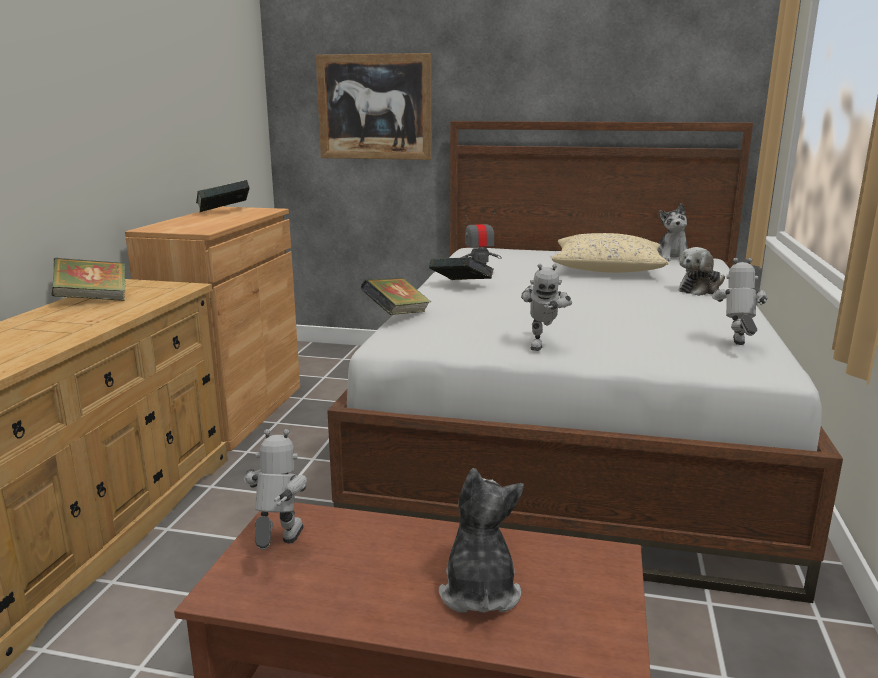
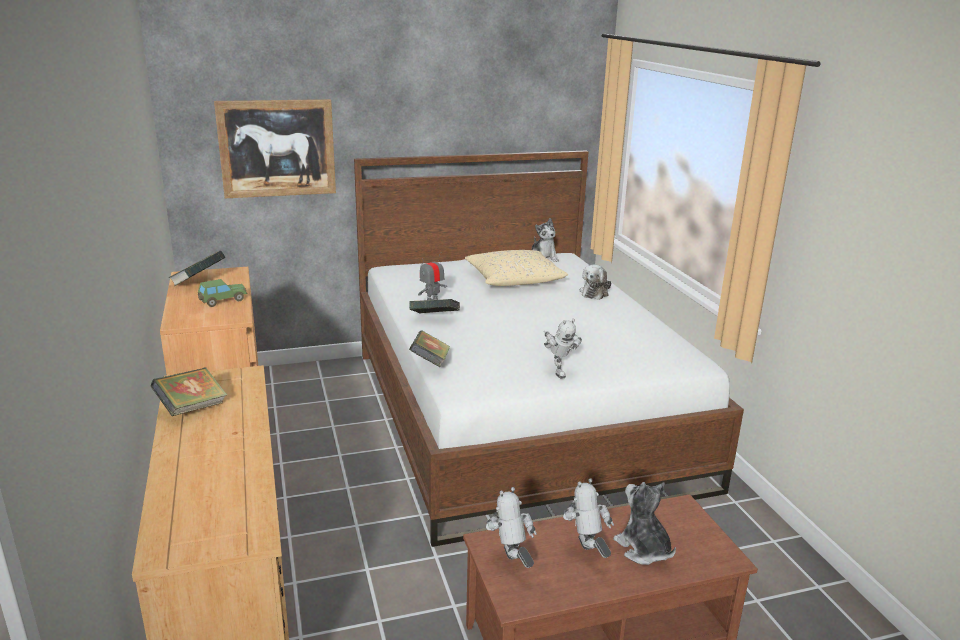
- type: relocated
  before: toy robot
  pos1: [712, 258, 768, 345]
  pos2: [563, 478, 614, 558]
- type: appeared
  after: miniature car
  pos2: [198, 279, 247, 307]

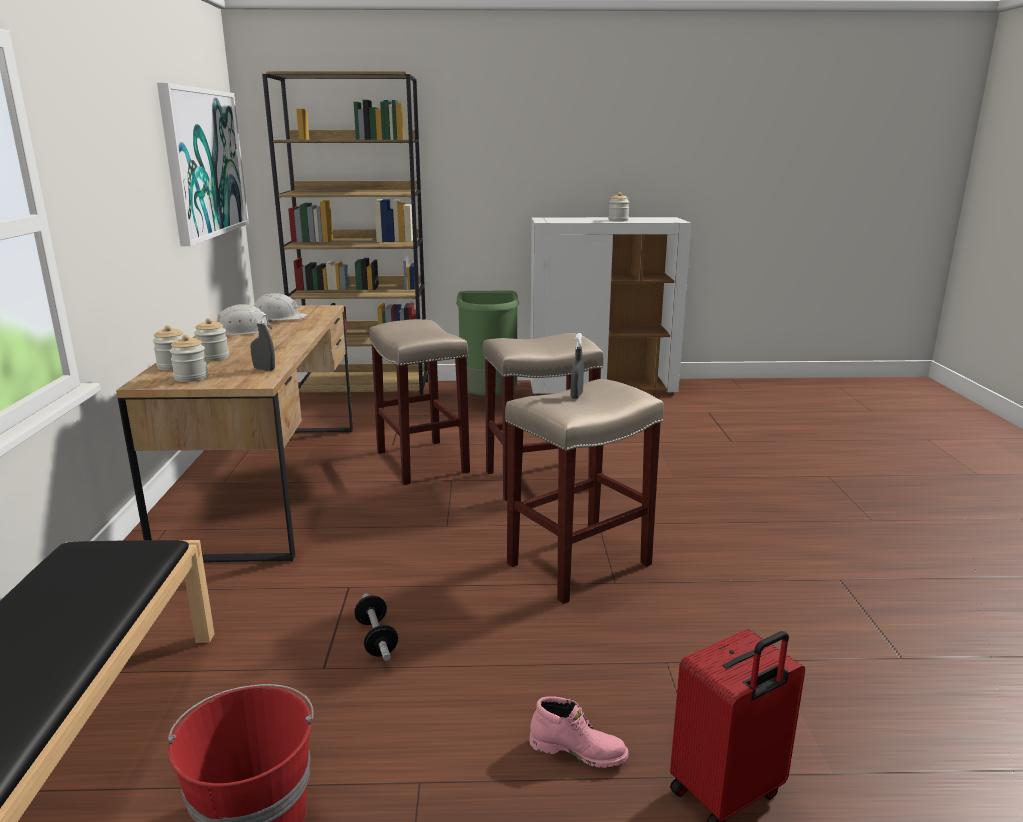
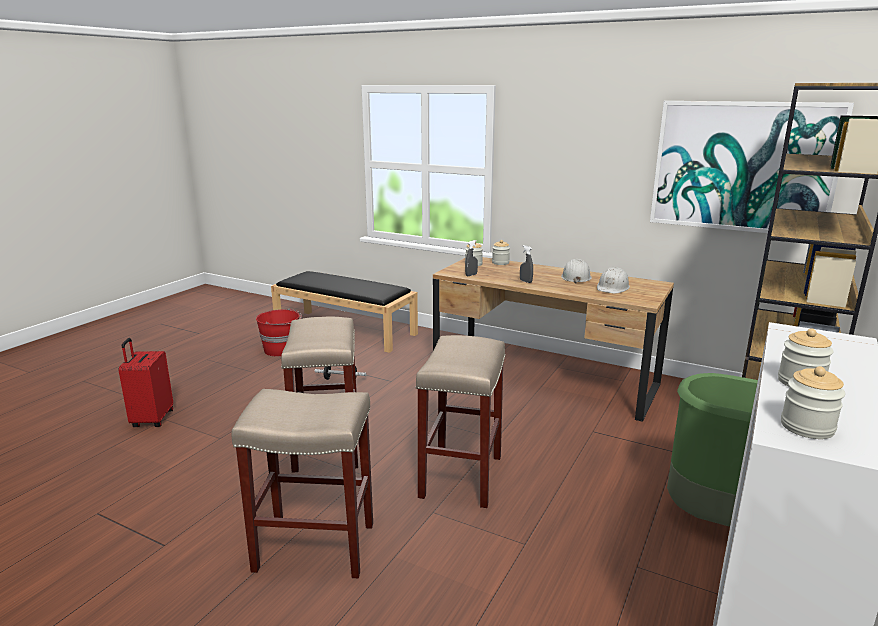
- type: relocated
  before: storage jar
  pos1: [194, 318, 229, 362]
  pos2: [781, 366, 846, 439]
- type: relocated
  before: beige-coloured stool seat
  pos1: [369, 319, 470, 485]
  pos2: [231, 389, 373, 578]
- type: relocated
  before: greyish spray bottle
  pos1: [571, 333, 584, 399]
  pos2: [520, 245, 533, 283]
- type: missing
  before: pink boot
  pos1: [529, 696, 629, 768]

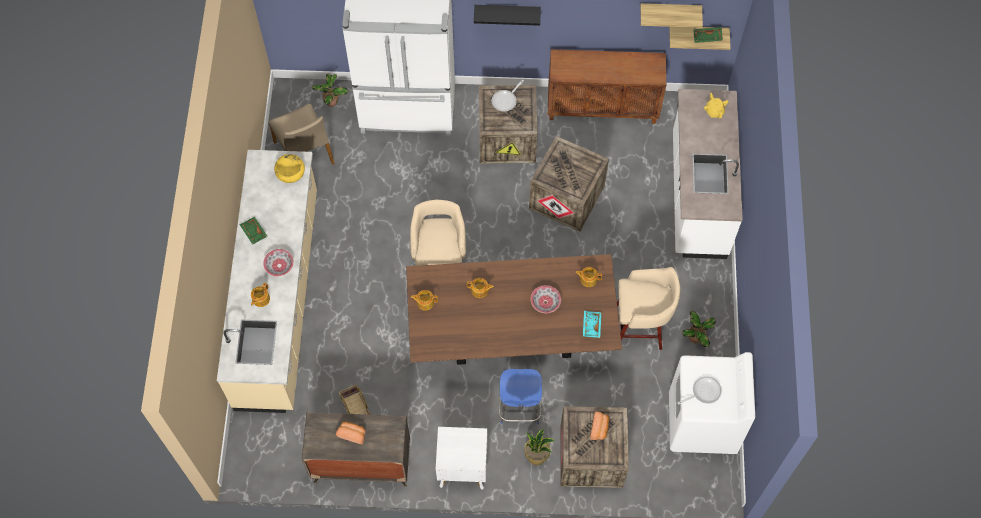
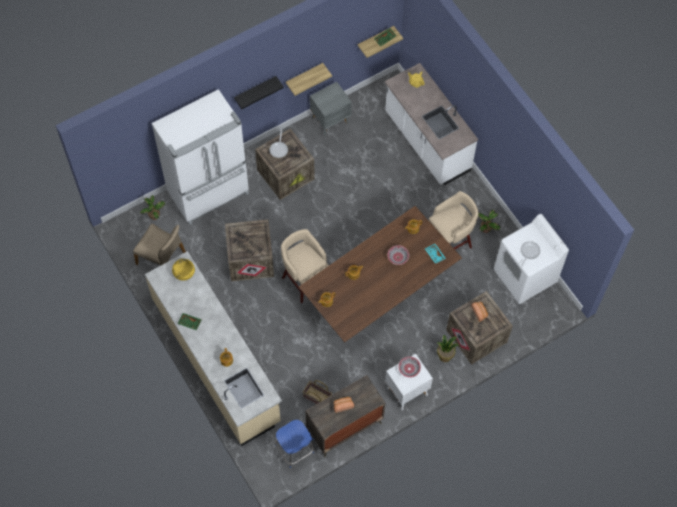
- type: relocated
  before: wall shelf
  pos1: [641, 3, 703, 28]
  pos2: [286, 63, 332, 96]
- type: exchanged
  before: brown-coloured cabinet
  after: greyish nightstand
  pos1: [548, 49, 666, 124]
  pos2: [310, 82, 352, 136]
- type: relocated
  before: crate
  pos1: [529, 136, 609, 232]
  pos2: [225, 219, 274, 281]
- type: relocated
  before: serving bowl
  pos1: [263, 249, 294, 276]
  pos2: [398, 356, 421, 378]
- type: relocated
  before: bluish stool seat
  pos1: [499, 369, 542, 424]
  pos2: [275, 420, 314, 468]

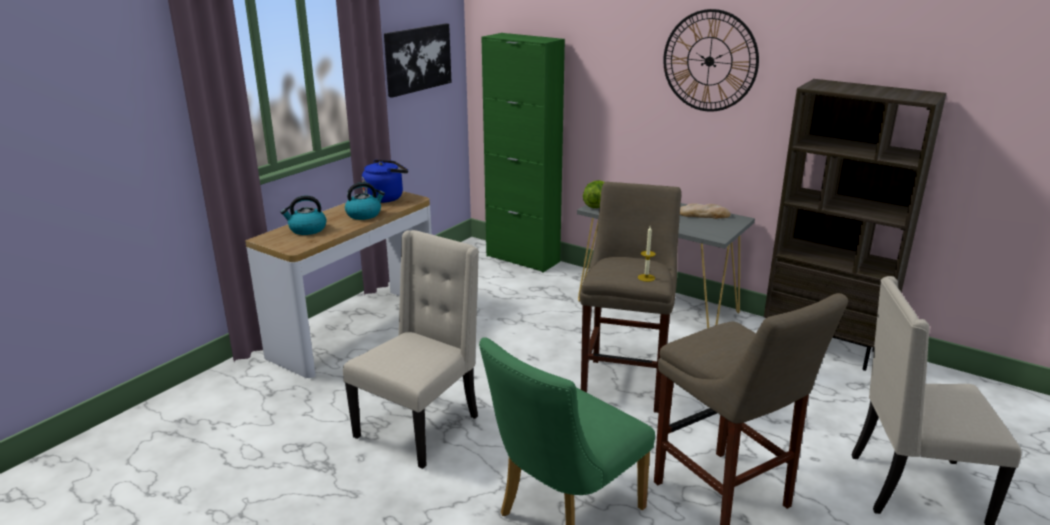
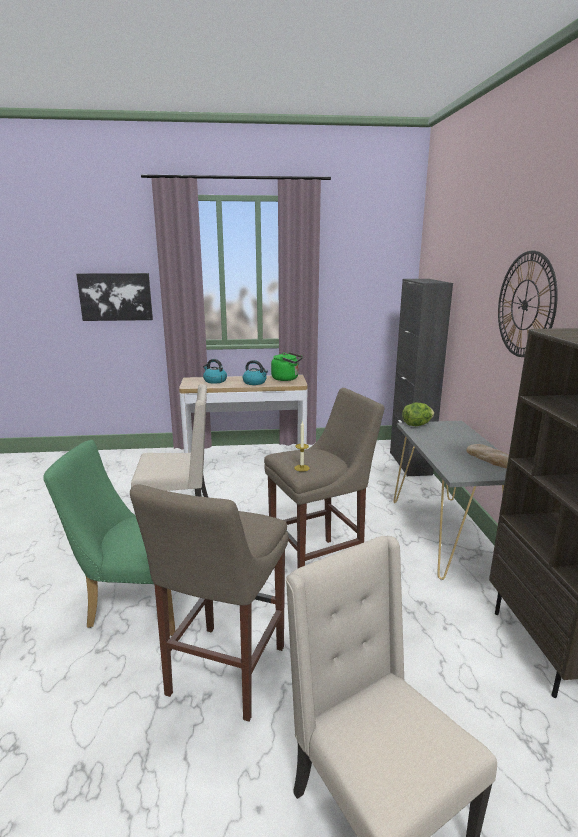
- type: relocated
  before: picture
  pos1: [384, 24, 452, 98]
  pos2: [76, 273, 153, 321]
- type: colour
  before: green cabinet
  after: black cabinet
  pos1: [481, 33, 565, 273]
  pos2: [390, 279, 453, 476]
- type: colour
  before: bluish kettle
  after: green kettle
  pos1: [362, 159, 408, 203]
  pos2: [271, 352, 303, 381]

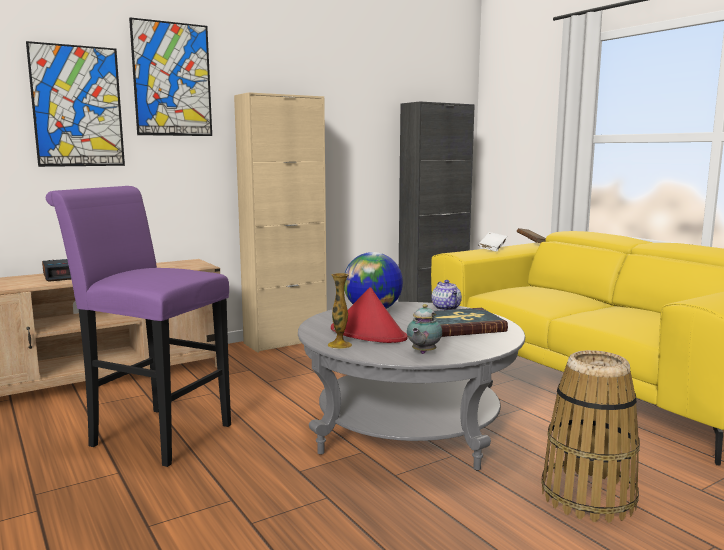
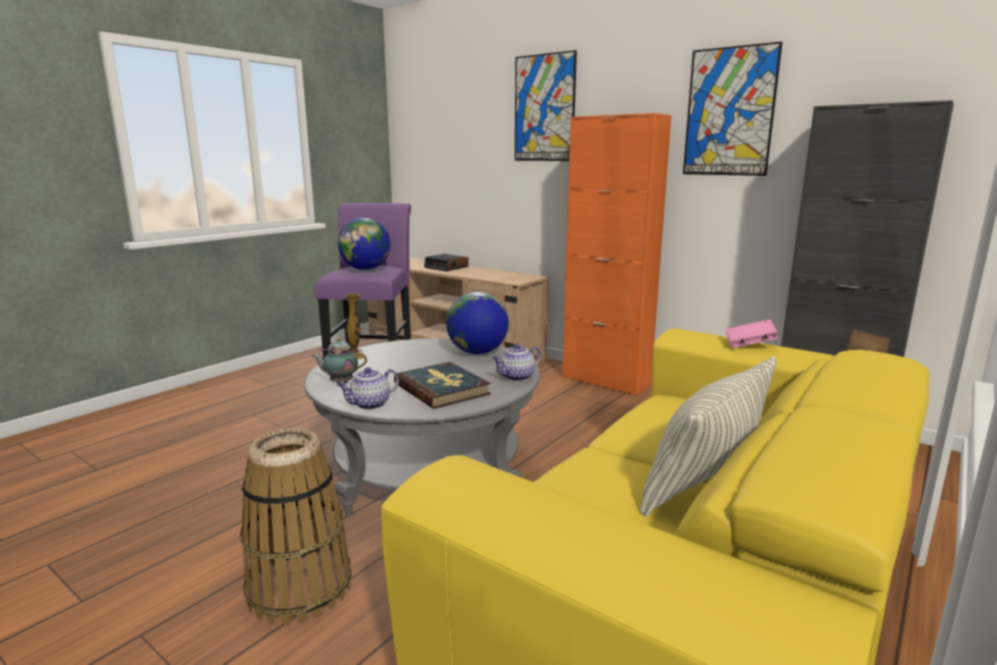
- type: relocated
  before: picture
  pos1: [26, 41, 125, 167]
  pos2: [683, 41, 783, 176]
- type: colour
  before: beige-coloured cabinet
  after: orangey cabinet
  pos1: [234, 92, 327, 353]
  pos2: [563, 113, 671, 396]
- type: colour
  before: white volume
  after: pink volume
  pos1: [478, 232, 507, 252]
  pos2: [725, 319, 778, 348]
- type: missing
  before: red-coloured wearable hat
  pos1: [331, 287, 408, 343]
- type: appeared
  after: globe
  pos2: [338, 218, 391, 270]
- type: appeared
  after: cushion
  pos2: [640, 356, 777, 517]
- type: appeared
  after: tea pot
  pos2: [337, 367, 399, 410]

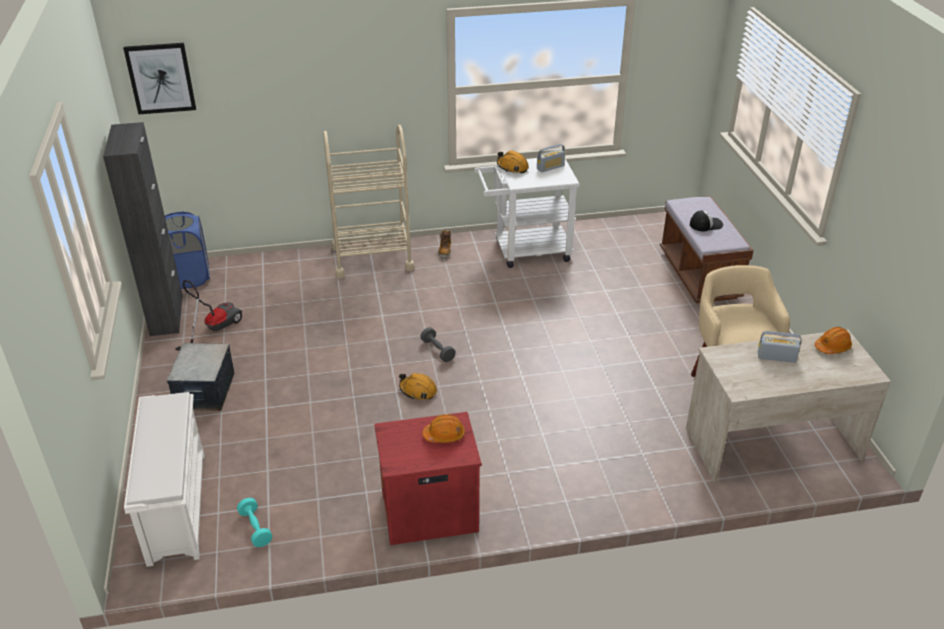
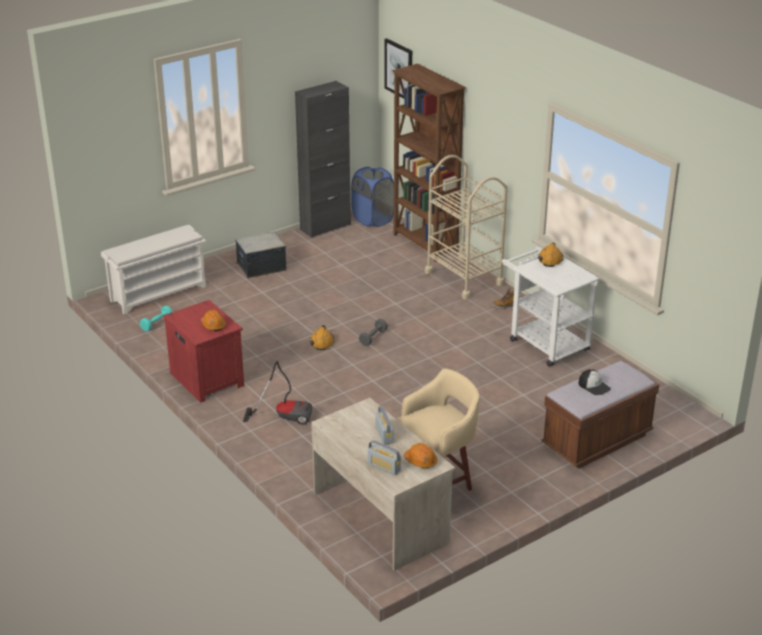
- type: relocated
  before: radio
  pos1: [537, 144, 565, 172]
  pos2: [368, 440, 401, 475]
- type: relocated
  before: hoover
  pos1: [175, 280, 242, 351]
  pos2: [243, 361, 312, 425]
- type: appeared
  after: brown-coloured bookcase
  pos2: [391, 64, 466, 262]

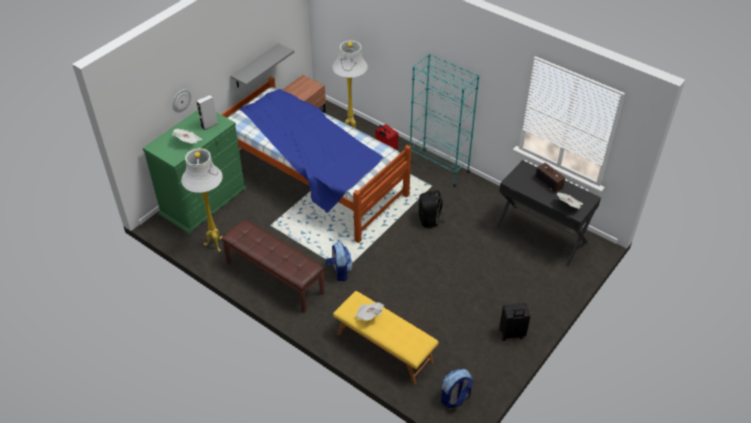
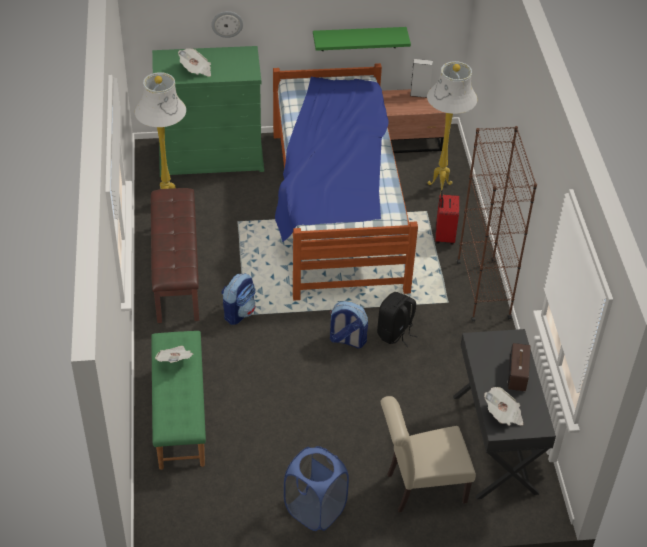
- type: colour
  before: greyish wall shelf
  after: green wall shelf
  pos1: [230, 43, 294, 88]
  pos2: [313, 27, 411, 51]
- type: colour
  before: turquoise-coloured bookcase
  after: brown-coloured bookcase
  pos1: [410, 53, 479, 187]
  pos2: [457, 126, 537, 322]
- type: relocated
  before: greyish speaker
  pos1: [196, 95, 218, 130]
  pos2: [410, 59, 433, 98]
- type: colour
  before: yellow-coloured bench
  after: green bench
  pos1: [333, 291, 438, 384]
  pos2: [151, 331, 206, 470]
- type: exchanged
  before: black travel case
  after: bluish washing basket
  pos1: [499, 303, 530, 341]
  pos2: [284, 446, 349, 531]
- type: relocated
  before: knapsack
  pos1: [441, 369, 473, 408]
  pos2: [330, 301, 368, 348]
- type: appeared
  after: beige-coloured upright chair
  pos2: [381, 396, 476, 512]

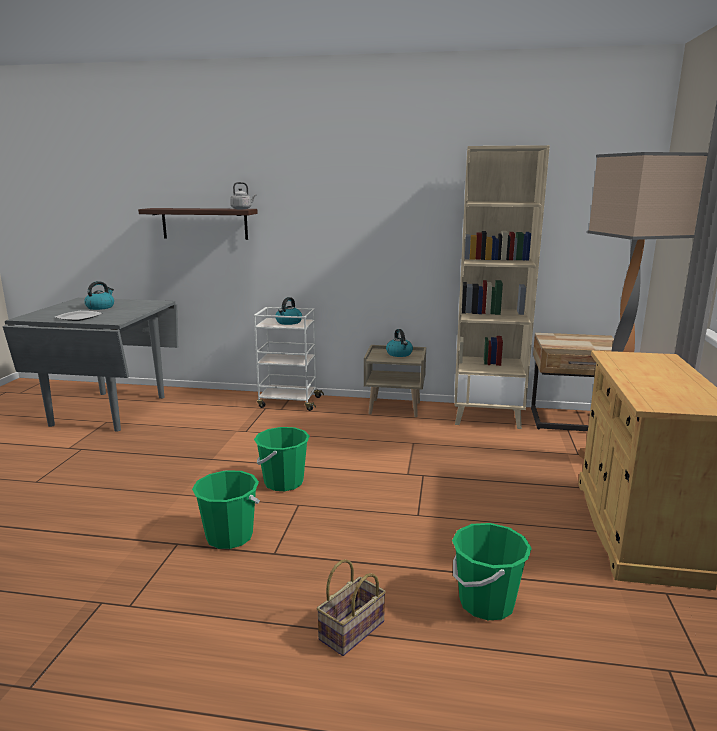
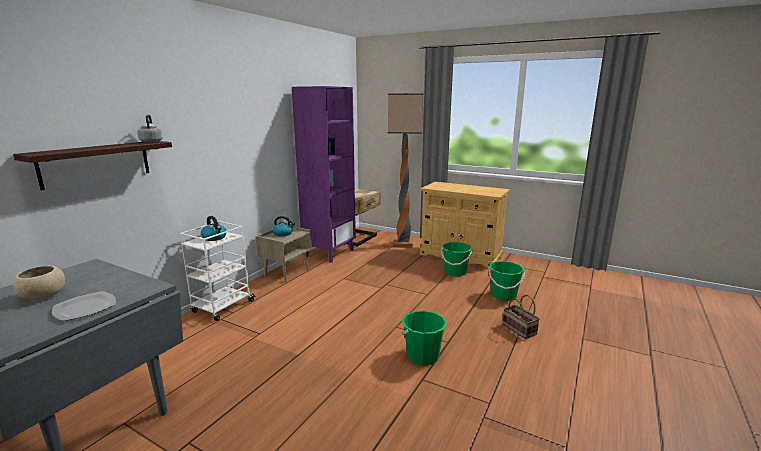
- type: colour
  before: beige-coloured bookcase
  after: purple-coloured bookcase
  pos1: [454, 145, 550, 429]
  pos2: [292, 86, 356, 263]
- type: exchanged
  before: kettle
  after: beige-coloured serving bowl
  pos1: [85, 281, 114, 310]
  pos2: [13, 266, 65, 300]
- type: relocated
  before: green water bucket
  pos1: [254, 427, 310, 491]
  pos2: [441, 242, 472, 276]

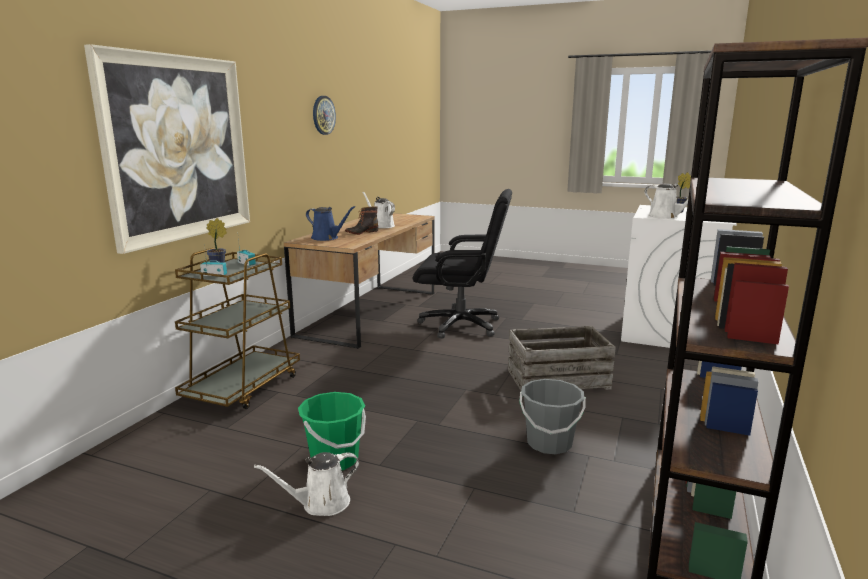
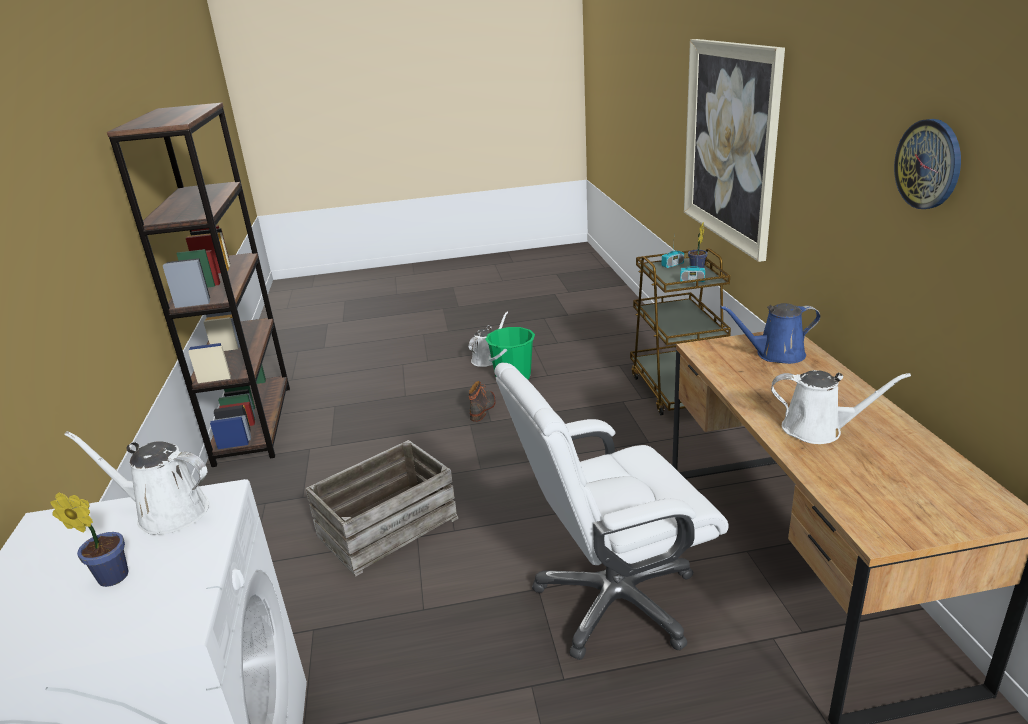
- type: colour
  before: black office chair
  after: white office chair
  pos1: [413, 189, 512, 339]
  pos2: [494, 363, 729, 660]
- type: relocated
  before: boot
  pos1: [345, 206, 378, 235]
  pos2: [469, 381, 496, 422]
- type: missing
  before: greyish water bucket
  pos1: [520, 379, 586, 454]

